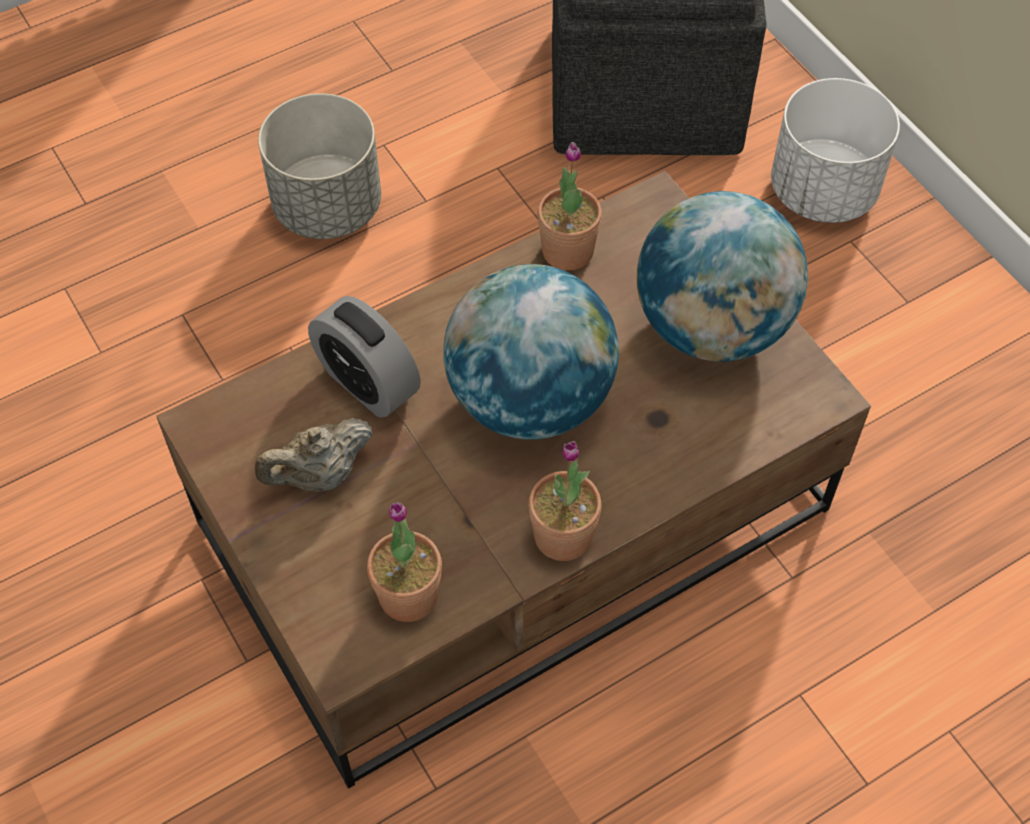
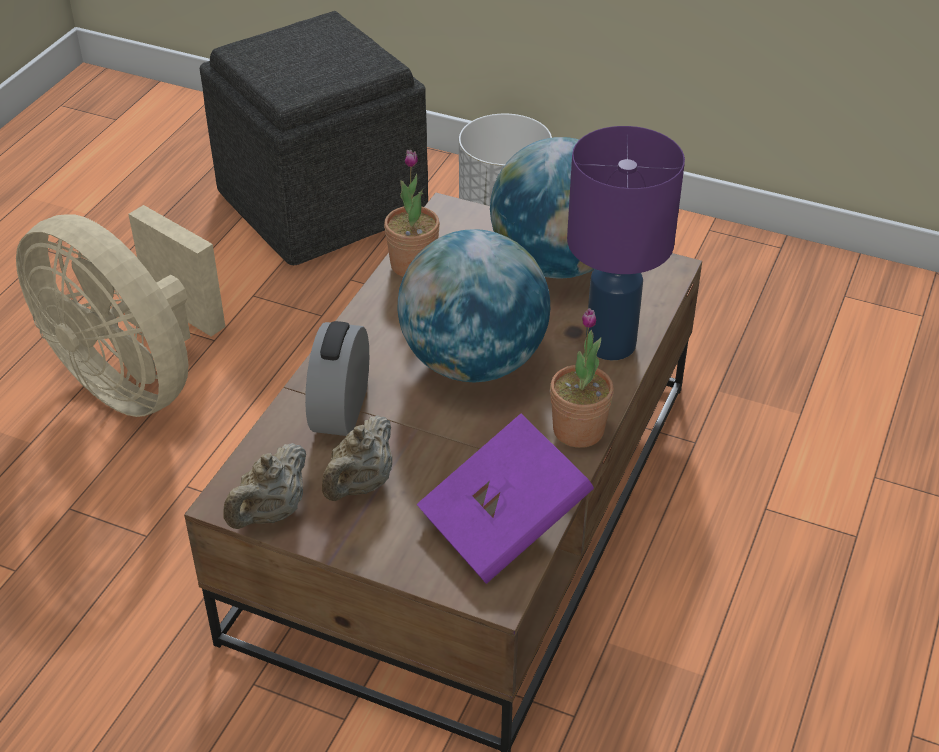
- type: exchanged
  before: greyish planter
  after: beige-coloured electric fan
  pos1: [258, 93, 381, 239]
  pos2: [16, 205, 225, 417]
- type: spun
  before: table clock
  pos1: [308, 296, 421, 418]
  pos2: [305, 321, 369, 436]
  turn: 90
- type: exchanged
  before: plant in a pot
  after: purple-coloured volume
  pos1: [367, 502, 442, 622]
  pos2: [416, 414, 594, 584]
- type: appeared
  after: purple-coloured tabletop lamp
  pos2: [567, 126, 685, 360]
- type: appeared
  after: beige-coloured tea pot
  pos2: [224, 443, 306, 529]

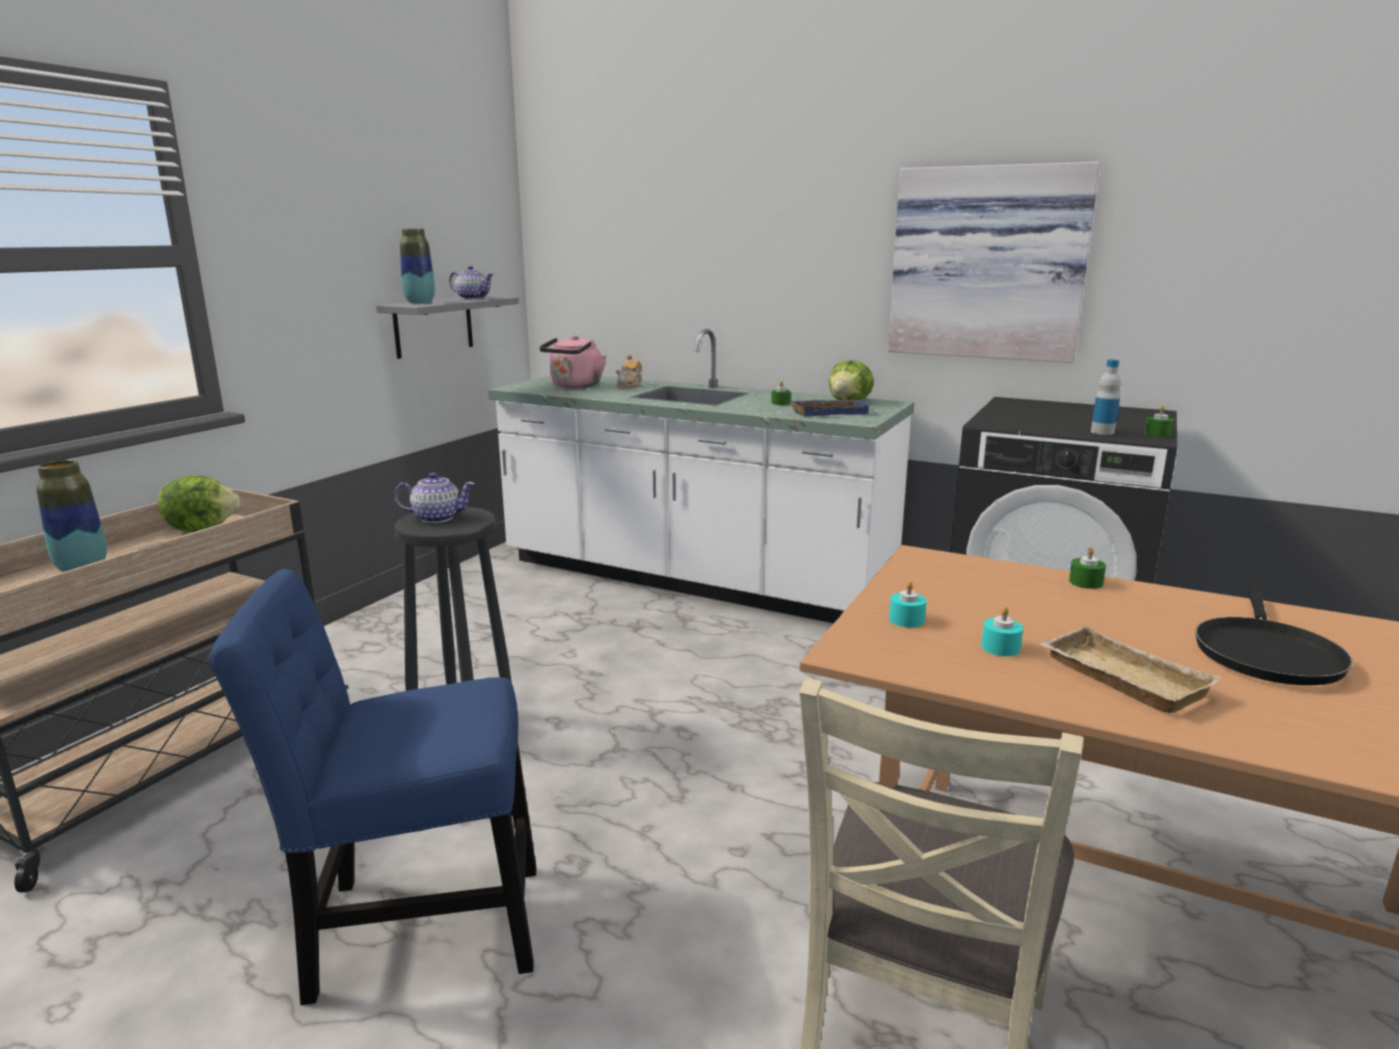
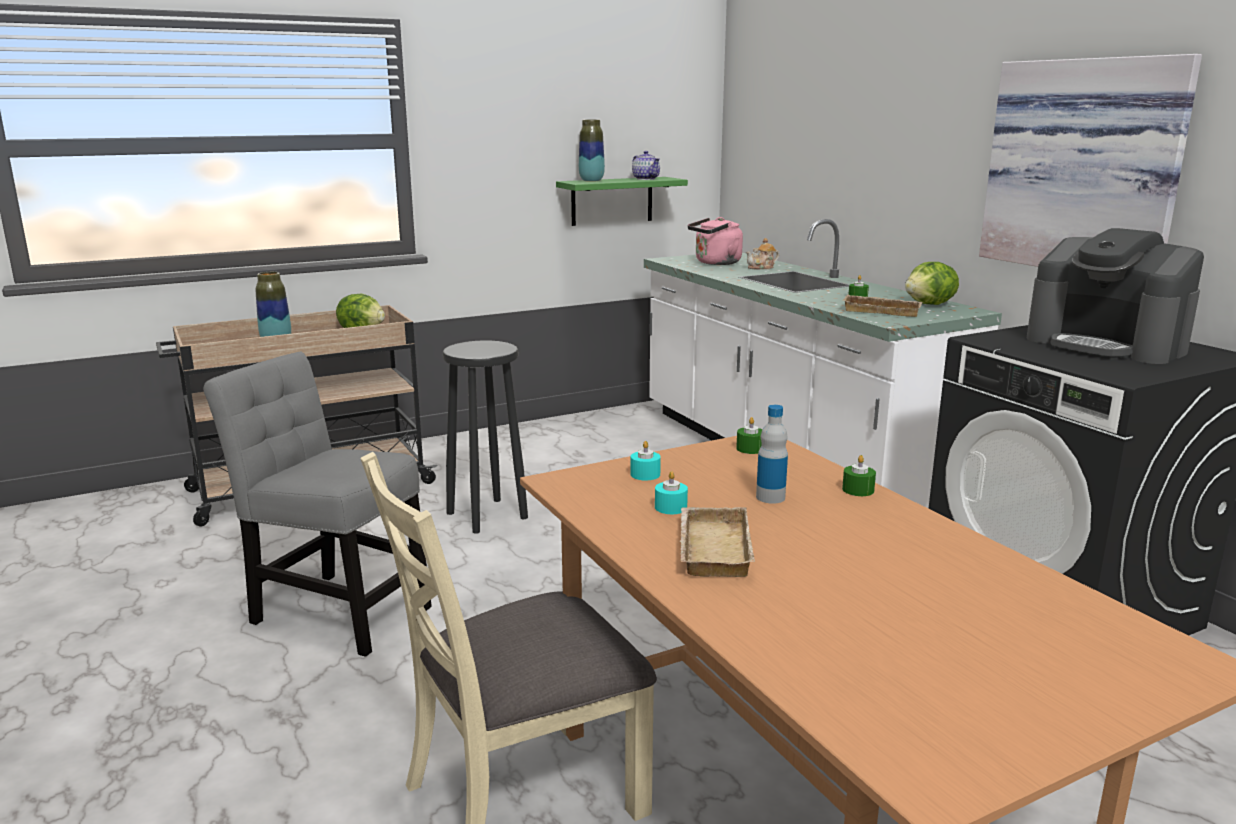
- type: colour
  before: greyish wall shelf
  after: green wall shelf
  pos1: [376, 296, 519, 359]
  pos2: [556, 177, 688, 226]
- type: relocated
  before: drink bottle
  pos1: [1091, 359, 1121, 435]
  pos2: [756, 405, 788, 504]
- type: colour
  before: bluish carrying tray
  after: beige-coloured carrying tray
  pos1: [789, 399, 871, 416]
  pos2: [843, 295, 922, 317]
- type: relocated
  before: green candle
  pos1: [1145, 406, 1174, 437]
  pos2: [736, 417, 762, 454]
- type: missing
  before: tea pot
  pos1: [394, 472, 475, 523]
- type: colour
  before: bluish upright chair
  after: greyish upright chair
  pos1: [209, 569, 536, 1005]
  pos2: [204, 352, 432, 657]
- type: missing
  before: black pan
  pos1: [1195, 588, 1353, 685]
- type: appeared
  after: coffee machine
  pos2: [1027, 228, 1204, 364]

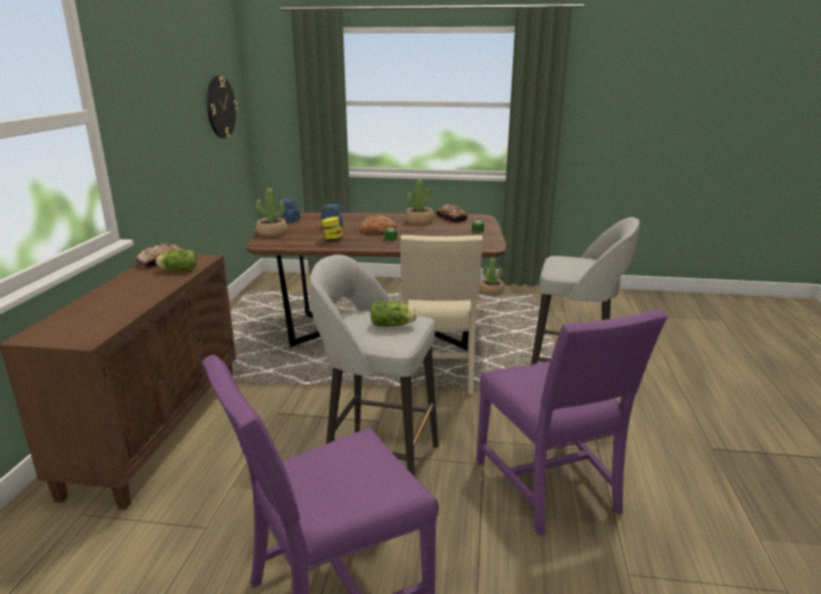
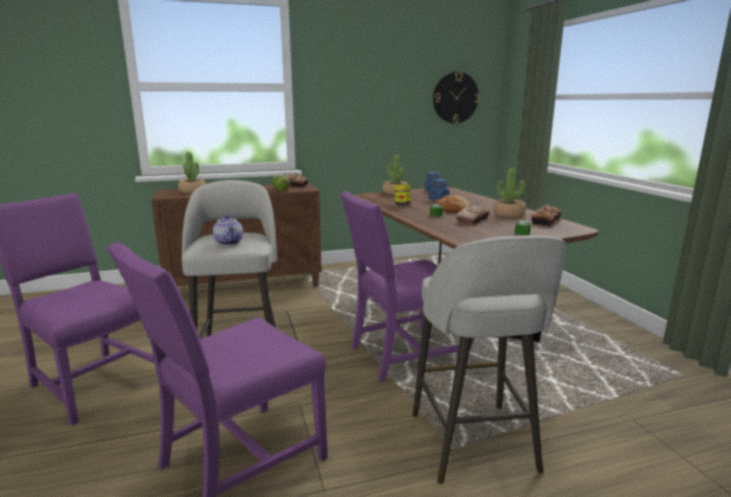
- type: colour
  before: beige-coloured upright chair
  after: purple-coloured upright chair
  pos1: [399, 235, 483, 395]
  pos2: [340, 191, 459, 382]
- type: relocated
  before: plant in a pot
  pos1: [480, 258, 504, 295]
  pos2: [178, 152, 206, 193]
- type: exchanged
  before: lettuce head
  after: tea pot
  pos1: [371, 301, 417, 327]
  pos2: [213, 215, 243, 245]
- type: appeared
  after: bakery bread
  pos2: [456, 204, 490, 224]

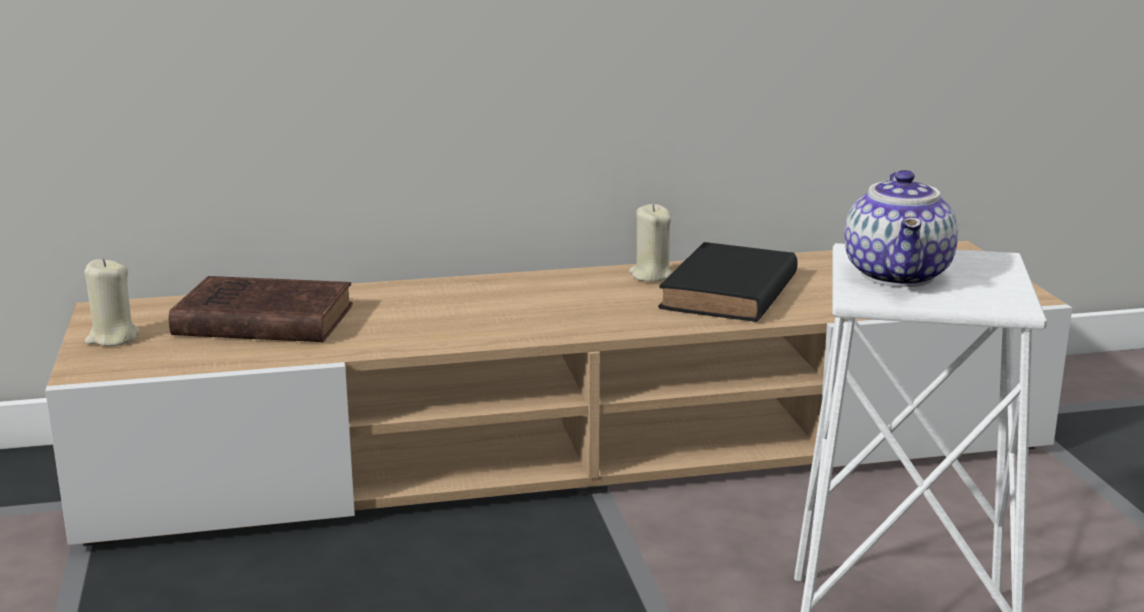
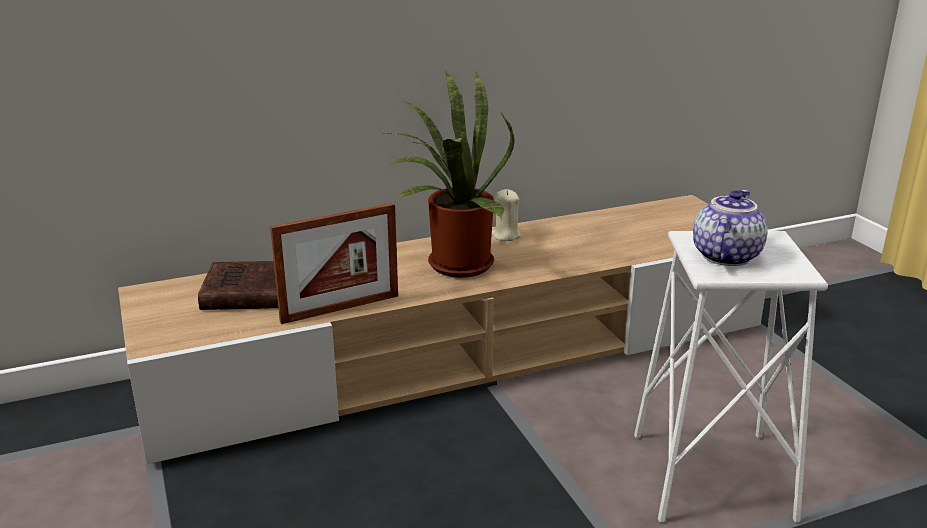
- type: spun
  before: tea pot
  pos1: [845, 170, 958, 287]
  pos2: [693, 190, 768, 266]
  turn: -150
- type: missing
  before: black volume
  pos1: [658, 242, 797, 322]
- type: missing
  before: beige-coloured candle
  pos1: [84, 259, 140, 346]
- type: appeared
  after: plant in a pot
  pos2: [385, 71, 514, 278]
- type: appeared
  after: picture frame
  pos2: [270, 203, 398, 324]

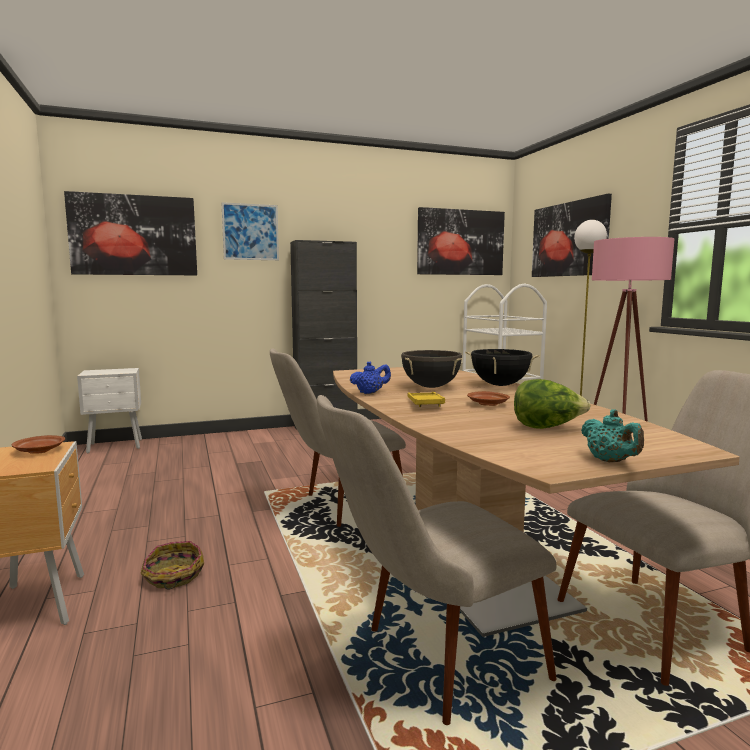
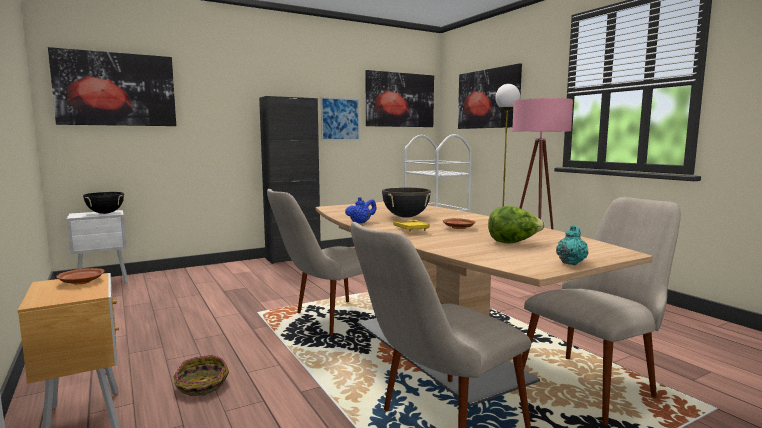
- type: relocated
  before: picture
  pos1: [222, 202, 279, 260]
  pos2: [321, 97, 360, 141]
- type: relocated
  before: black stockpot
  pos1: [465, 349, 540, 386]
  pos2: [83, 192, 124, 214]
- type: spun
  before: turquoise-coloured tea pot
  pos1: [581, 409, 644, 462]
  pos2: [556, 225, 588, 265]
  turn: -120

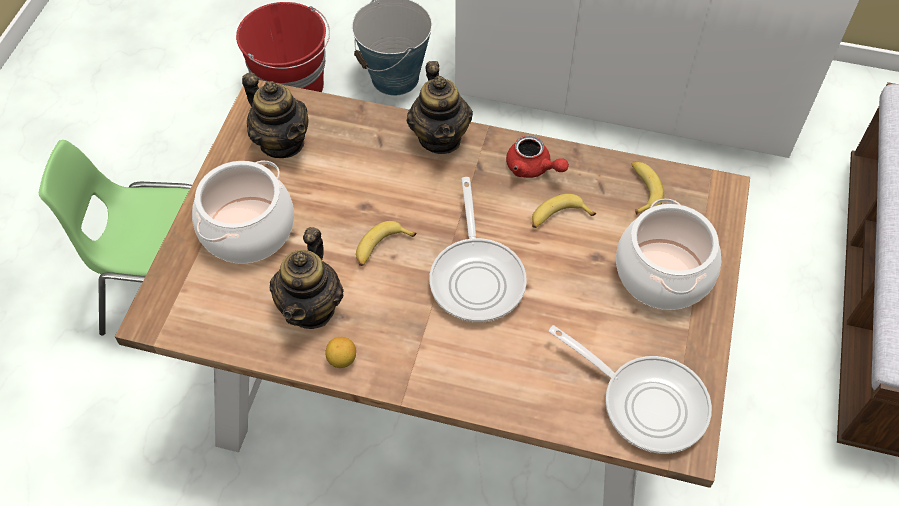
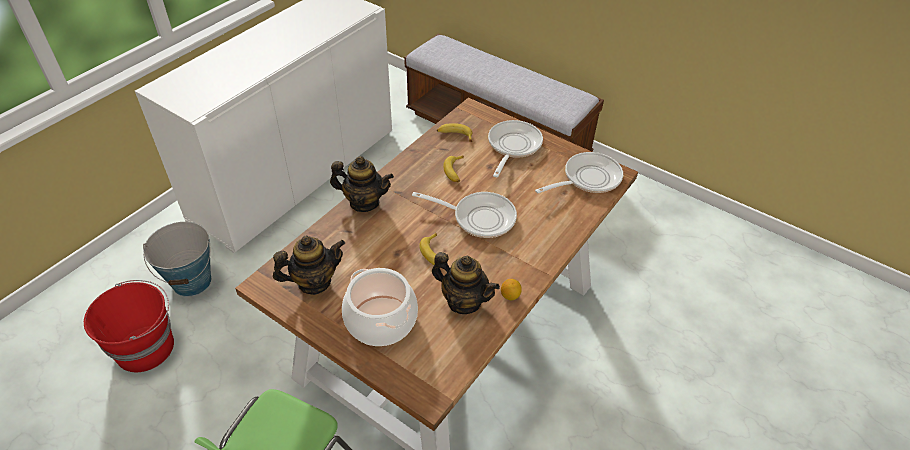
- type: missing
  before: red-coloured tea pot
  pos1: [506, 135, 569, 178]
- type: exchanged
  before: stockpot
  after: pan
  pos1: [616, 199, 721, 310]
  pos2: [488, 120, 543, 177]

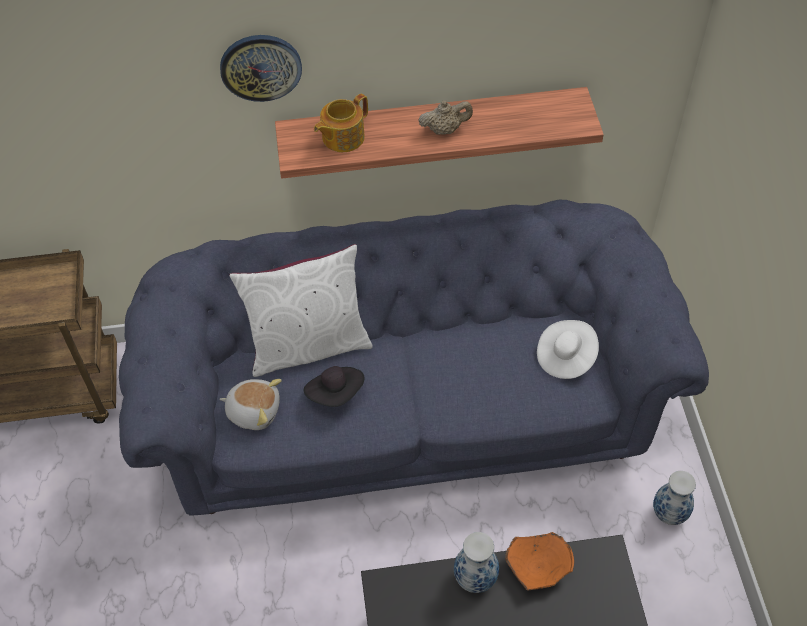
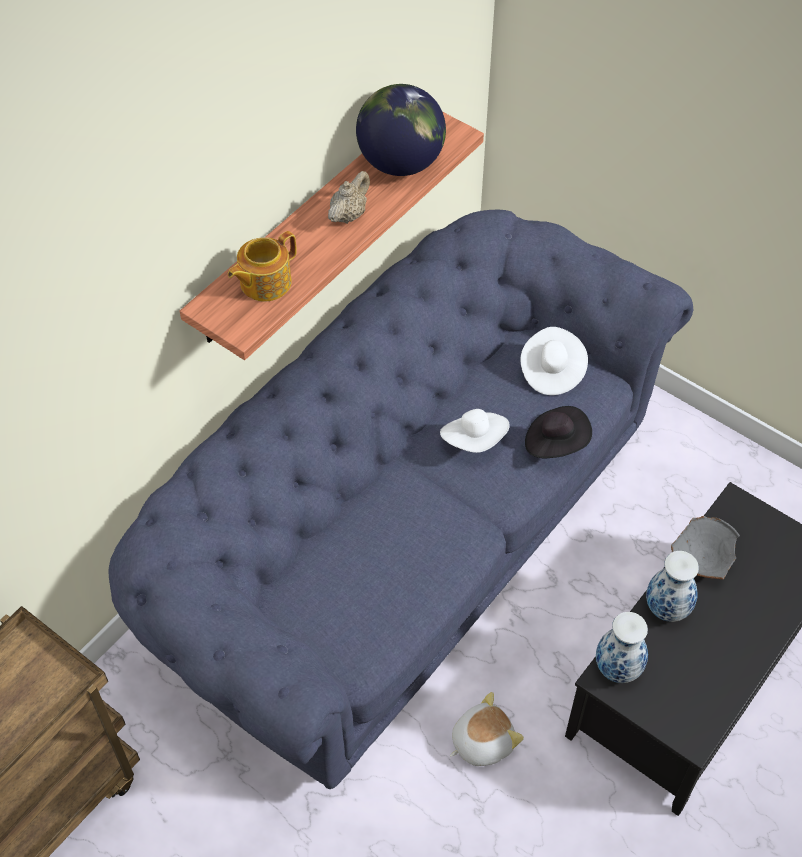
- type: missing
  before: hanging clock
  pos1: [220, 35, 302, 102]
- type: spun
  before: tea pot
  pos1: [314, 93, 368, 152]
  pos2: [228, 231, 296, 302]
  turn: 45
- type: missing
  before: white cushion
  pos1: [229, 244, 373, 377]
- type: relocated
  before: black wearable hat
  pos1: [304, 366, 364, 407]
  pos2: [525, 406, 592, 458]
- type: relocated
  before: soft toy
  pos1: [220, 379, 282, 430]
  pos2: [450, 692, 524, 766]
- type: relocated
  before: decorative vase
  pos1: [653, 471, 696, 525]
  pos2: [596, 612, 648, 683]
- type: colour
  before: orangey serving bowl
  after: greyish serving bowl
  pos1: [505, 532, 574, 590]
  pos2: [671, 516, 740, 579]
- type: appeared
  after: globe
  pos2: [356, 84, 446, 176]
- type: appeared
  after: white wearable hat
  pos2: [440, 409, 510, 453]

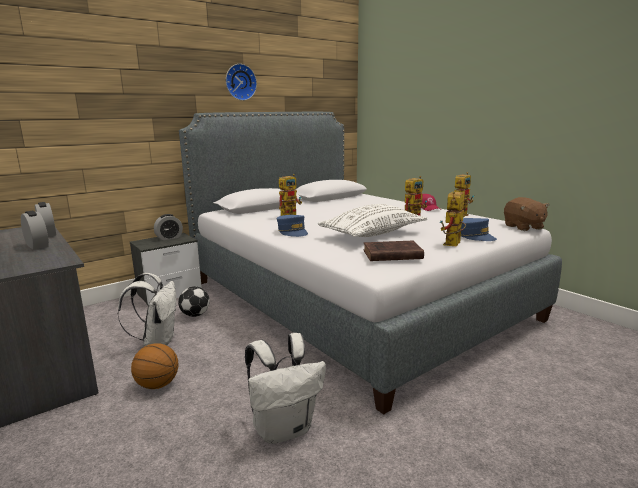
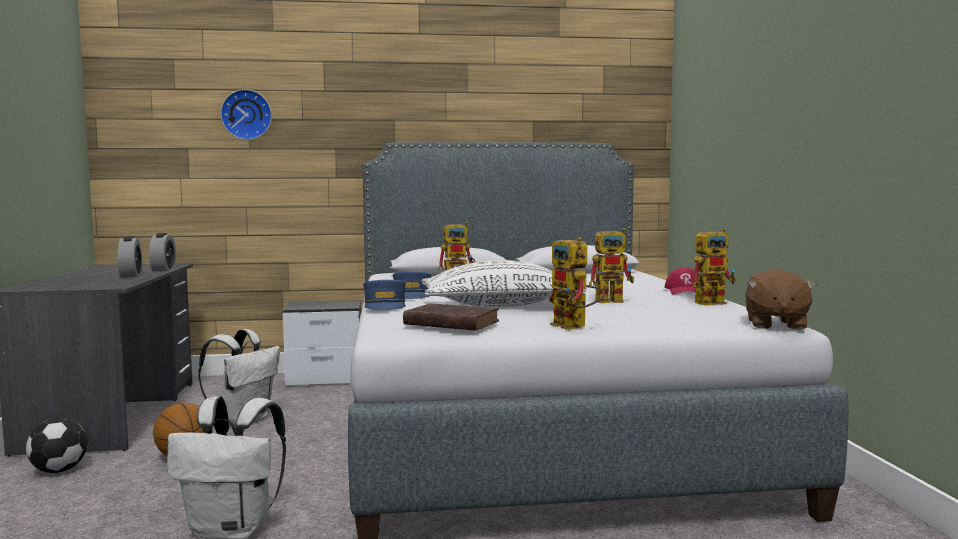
- type: relocated
  before: hanging clock
  pos1: [226, 64, 257, 101]
  pos2: [220, 89, 272, 140]
- type: spun
  before: toy robot
  pos1: [440, 192, 466, 246]
  pos2: [548, 237, 605, 330]
  turn: -90
- type: missing
  before: table clock
  pos1: [154, 214, 183, 240]
- type: relocated
  before: bluish cap
  pos1: [461, 218, 497, 241]
  pos2: [363, 280, 406, 310]
- type: relocated
  before: football ball
  pos1: [178, 286, 210, 317]
  pos2: [26, 418, 88, 473]

